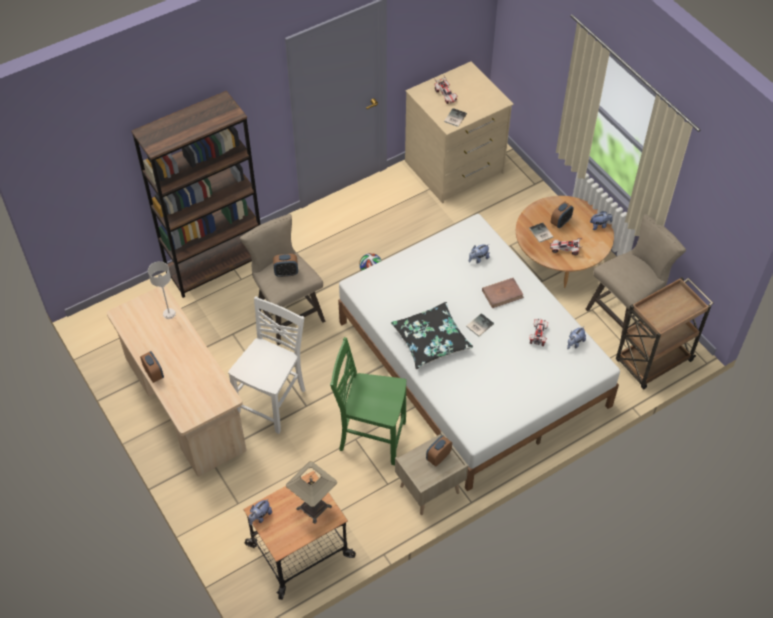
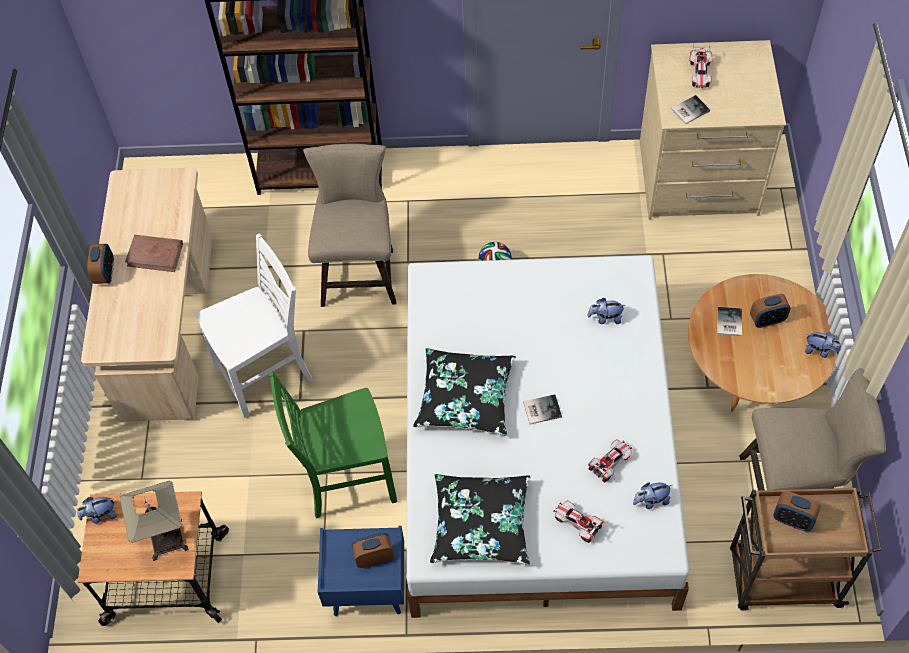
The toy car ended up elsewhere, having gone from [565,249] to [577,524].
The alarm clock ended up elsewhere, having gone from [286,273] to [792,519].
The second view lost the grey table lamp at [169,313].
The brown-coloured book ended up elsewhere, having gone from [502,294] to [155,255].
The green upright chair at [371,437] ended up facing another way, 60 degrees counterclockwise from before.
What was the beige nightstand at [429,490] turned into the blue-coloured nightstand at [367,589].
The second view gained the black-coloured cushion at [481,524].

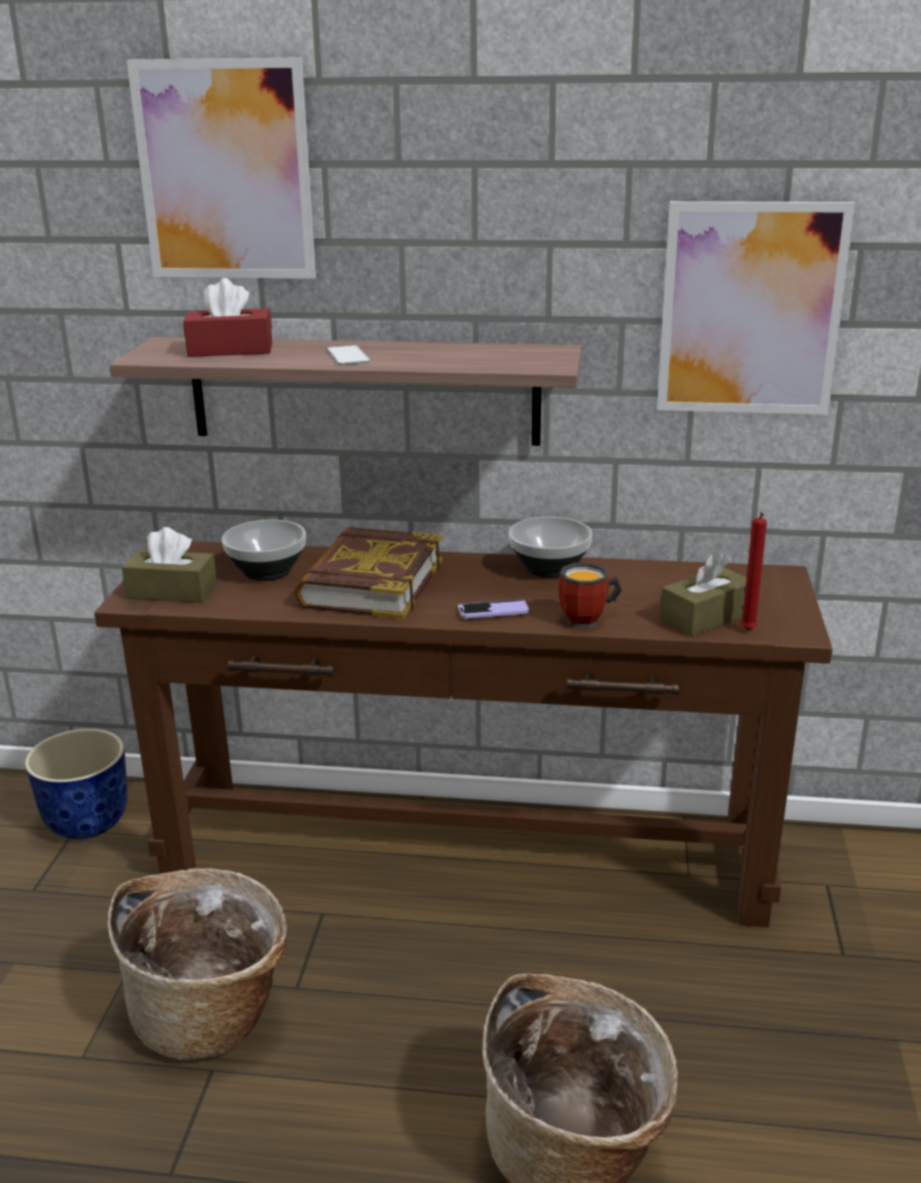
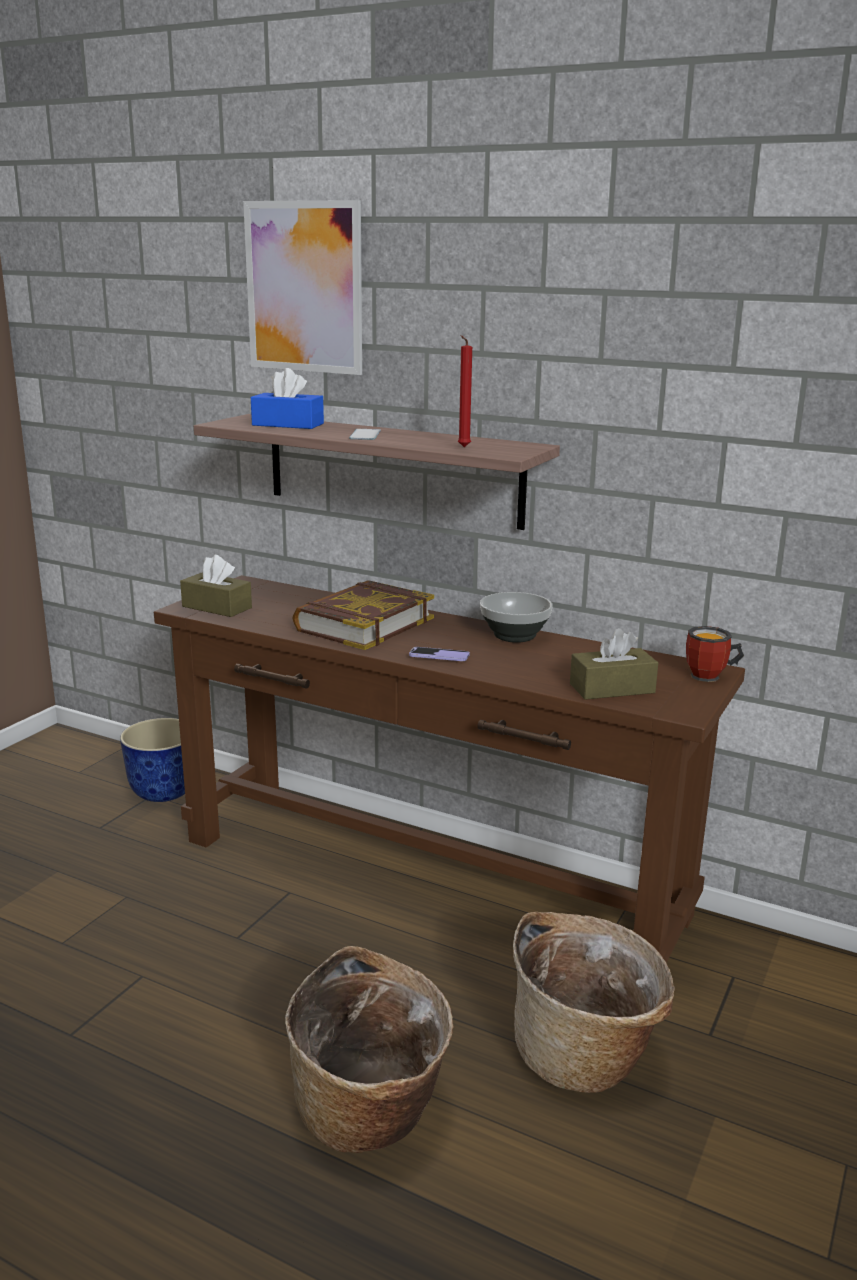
The second view lost the wall picture at [751,310].
What was the reddish tissue holder at [230,350] turned into the blue-coloured tissue holder at [288,424].
The reddish wax light ended up elsewhere, having gone from [747,631] to [462,447].
The second view lost the bowl at [266,572].
The coffee mug ended up elsewhere, having gone from [589,620] to [711,677].
The basket ended up elsewhere, having gone from [211,1015] to [585,1055].

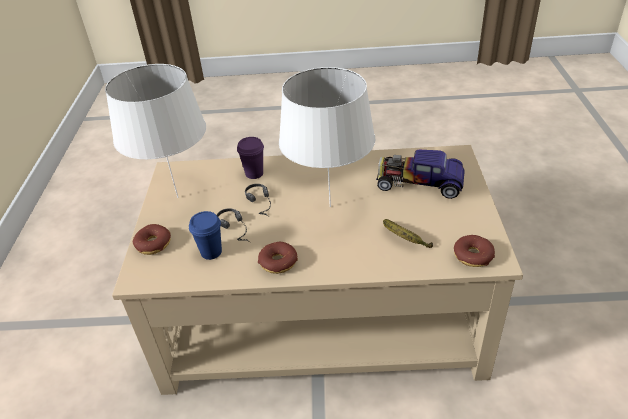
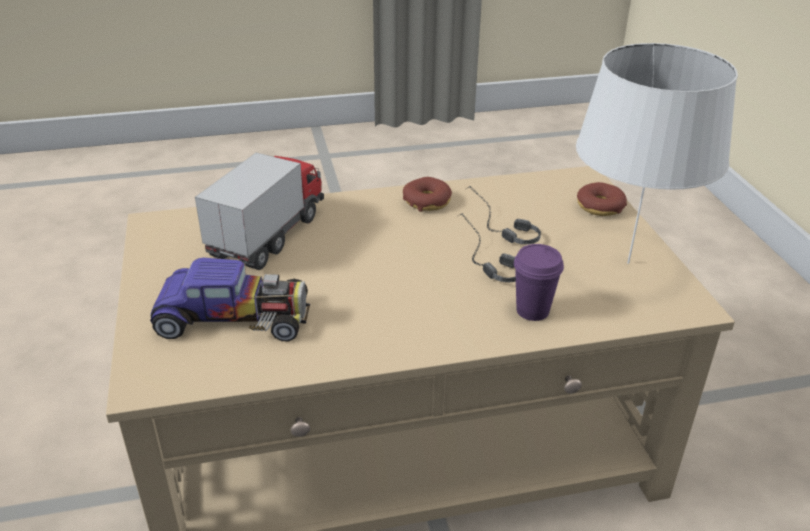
The second view lost the whitish table lamp at [330,205].
The second view lost the blue-coloured small cup at [211,252].
Where the banana stood at [404,239], the toy truck came to stand at [268,235].
The second view lost the donut at [472,256].

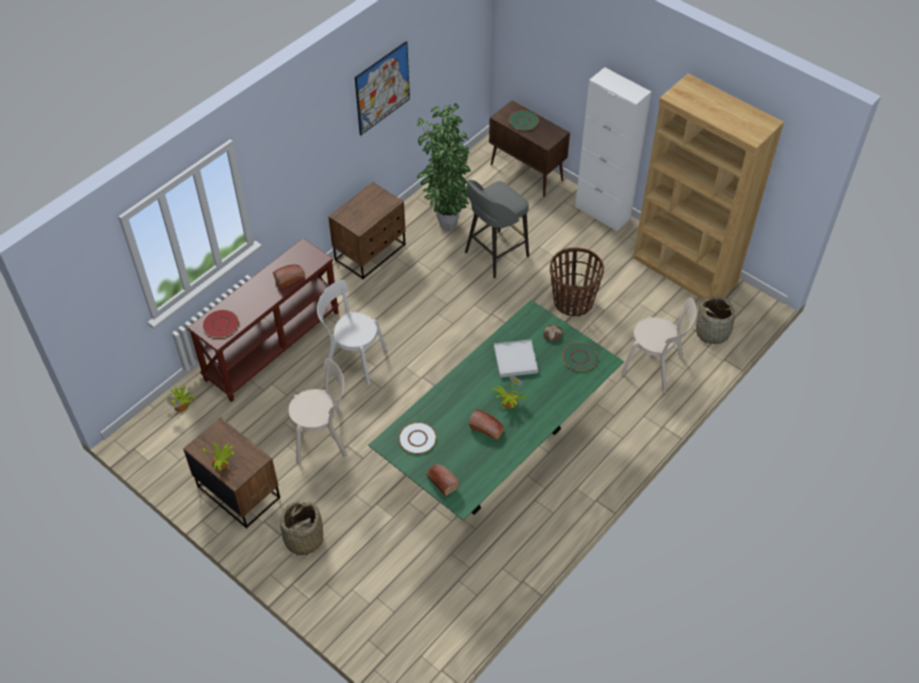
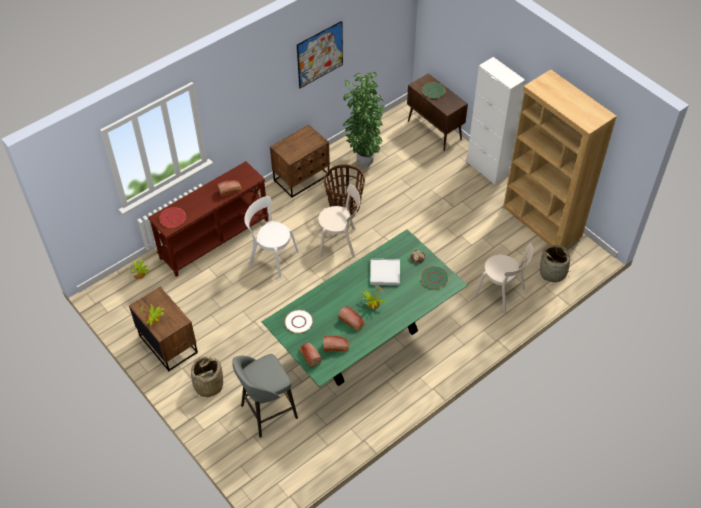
The grey stool seat ended up elsewhere, having gone from [495,255] to [267,412].
The basket ended up elsewhere, having gone from [572,302] to [344,206].
The beige upright chair ended up elsewhere, having gone from [323,437] to [340,242].
The second view gained the bakery bread at [336,347].

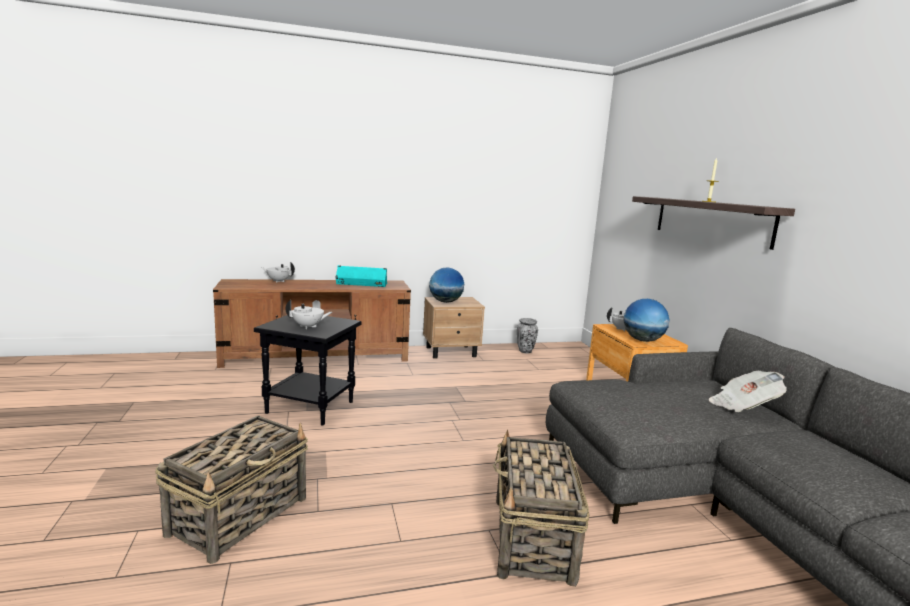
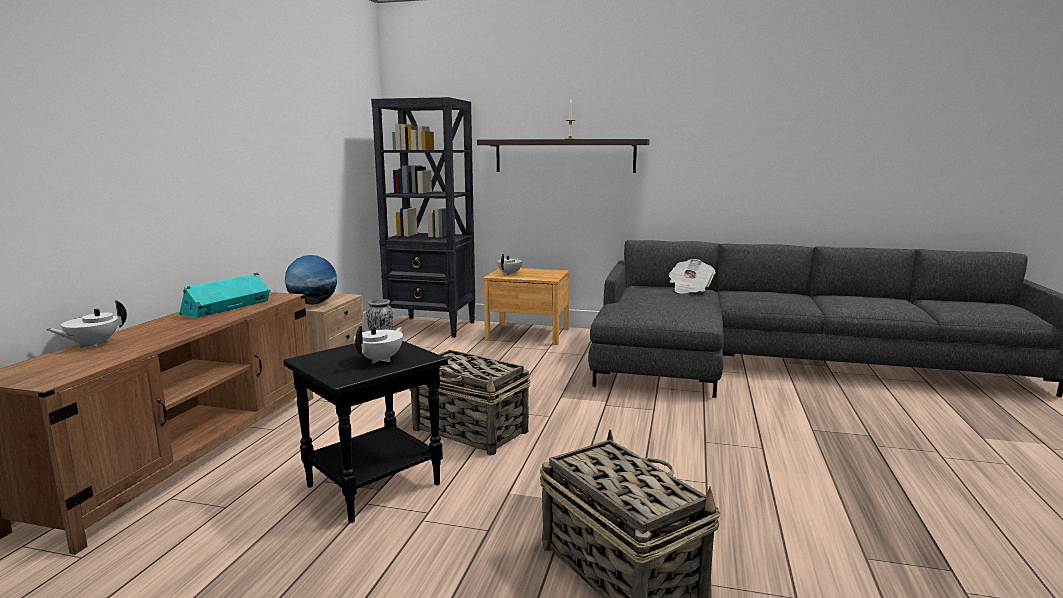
The second view lost the desk globe at [642,340].
The basket ended up elsewhere, having gone from [532,540] to [471,431].
The second view gained the black-coloured bookshelf at [432,327].

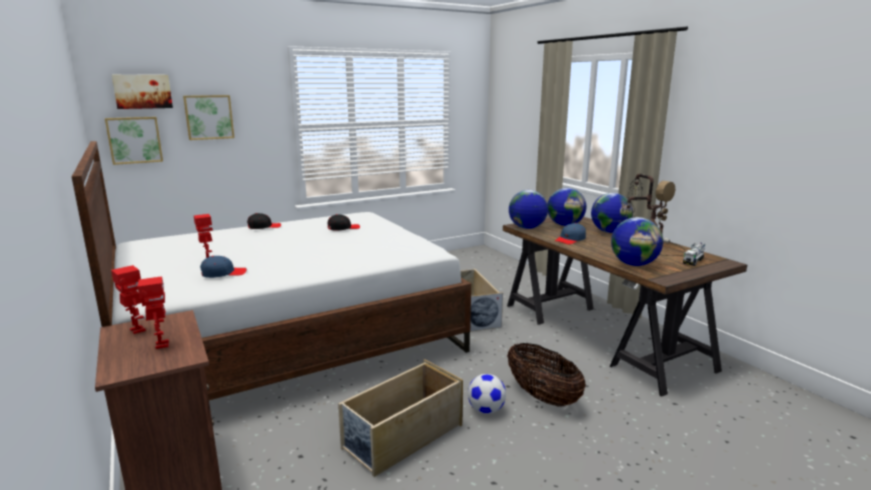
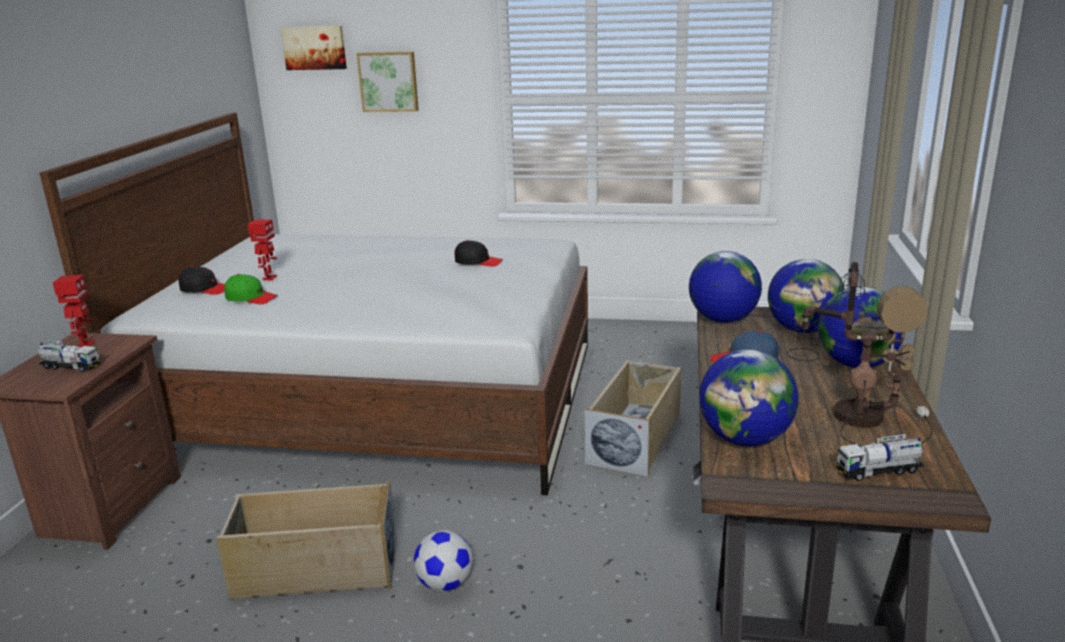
The second view lost the wall picture at [134,140].
The black-coloured peaked cap ended up elsewhere, having gone from [264,227] to [205,289].
What was the blue-coloured peaked cap at [223,273] turned into the green peaked cap at [251,298].
Where the model robot stood at [161,345], the toy truck came to stand at [71,367].
The second view lost the basket at [542,396].

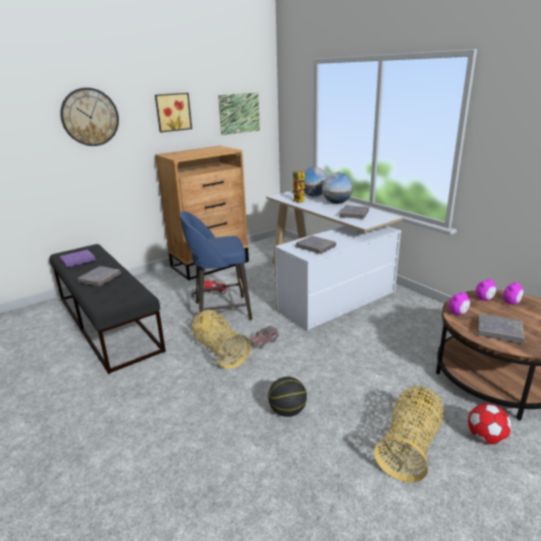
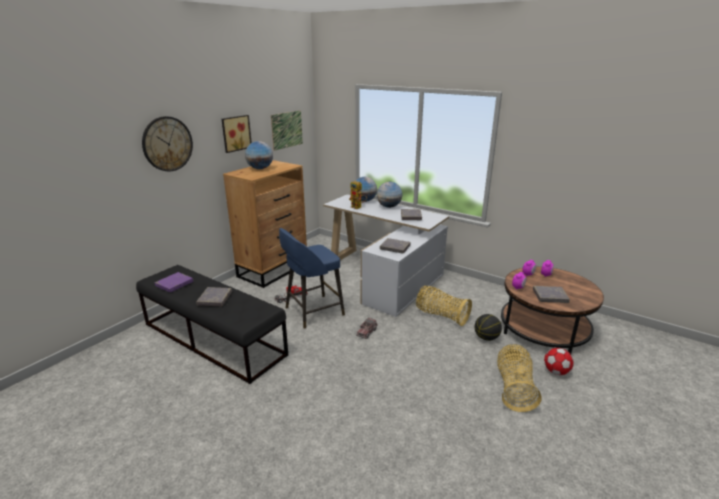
The basket ended up elsewhere, having gone from [220,351] to [441,315].
The ball for basketball ended up elsewhere, having gone from [288,411] to [486,338].
The second view gained the desk globe at [260,168].

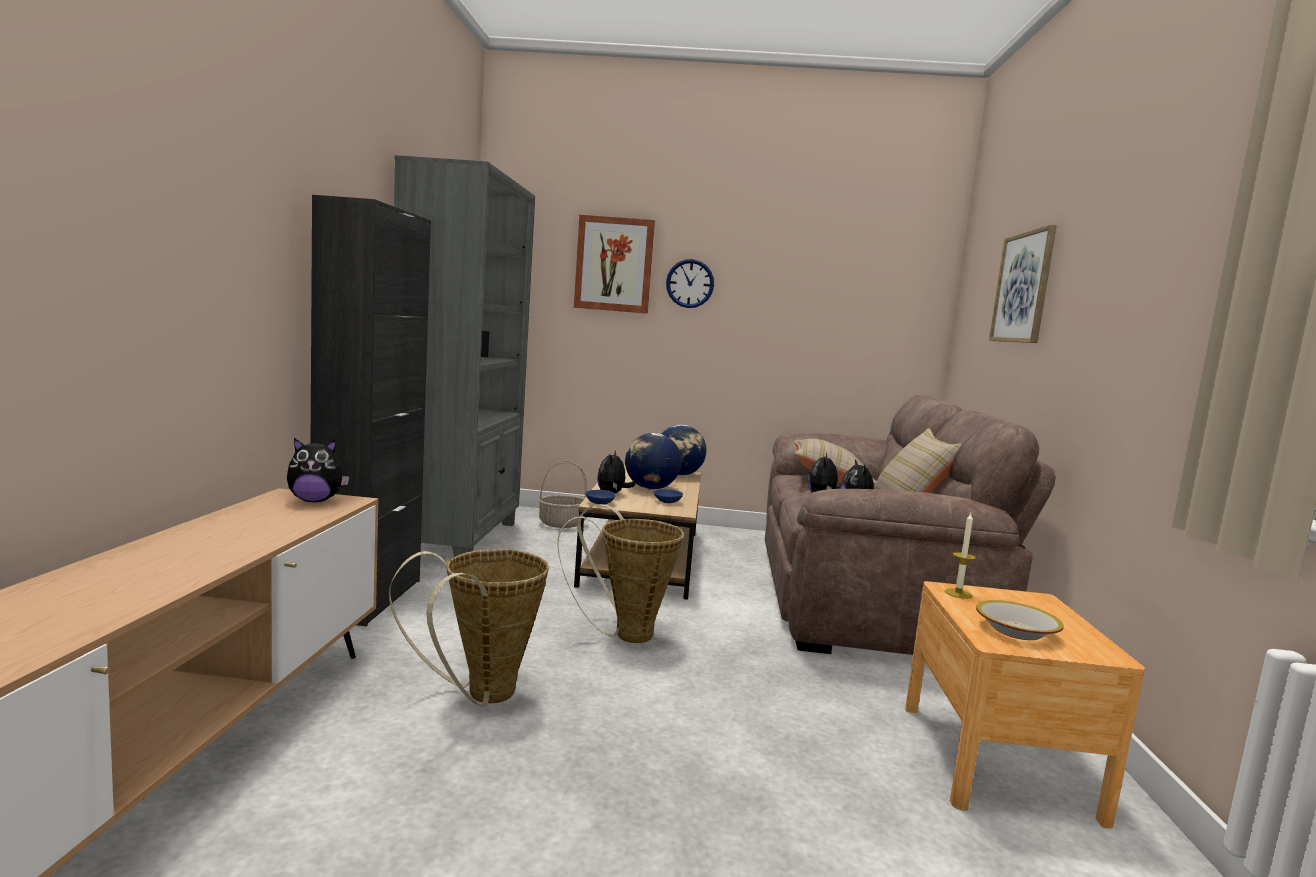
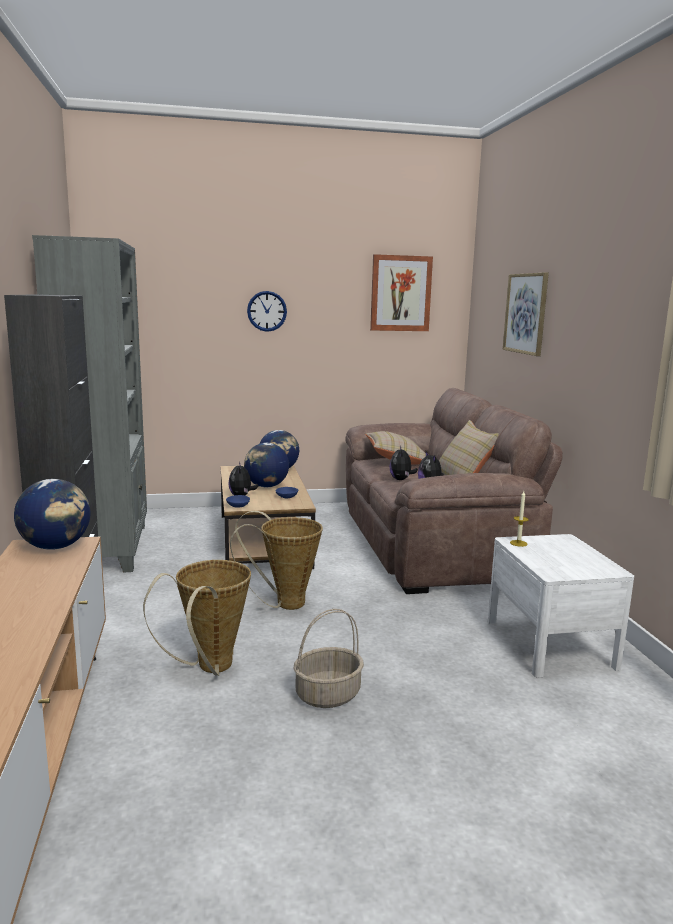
The wall picture ended up elsewhere, having gone from [614,264] to [400,293].
Where the cuddly toy stood at [315,501], the desk globe came to stand at [56,547].
The basket ended up elsewhere, having gone from [562,523] to [328,694].
What was the brown-coloured nightstand at [996,760] turned into the whitish nightstand at [550,643].
The second view lost the bowl at [1015,630].

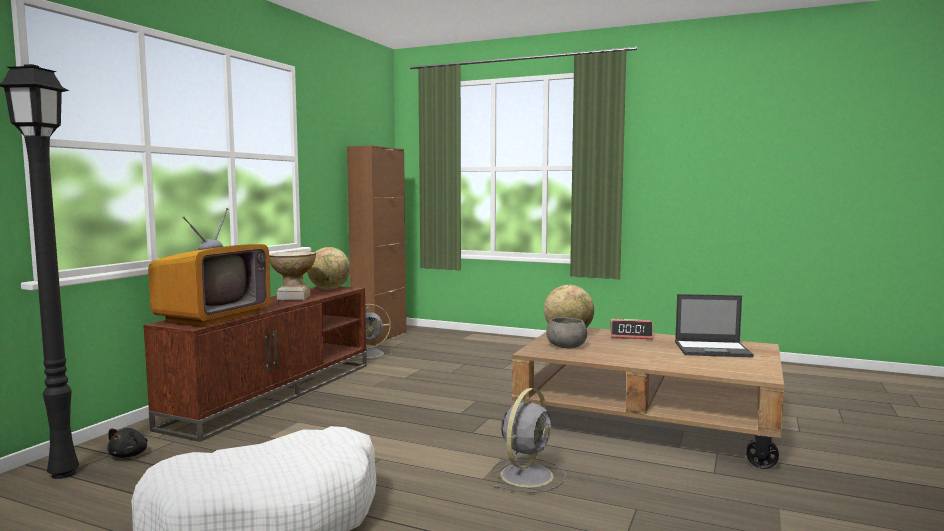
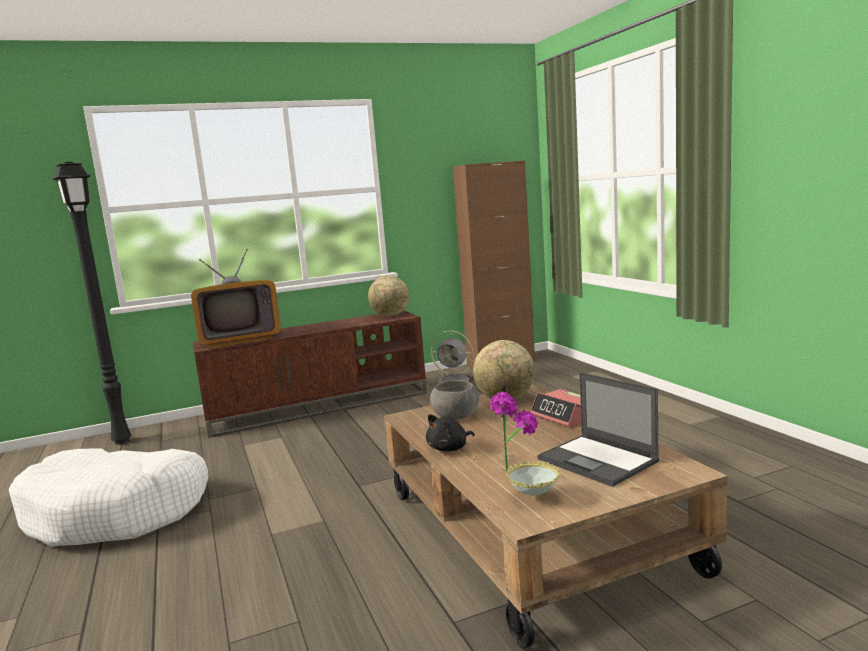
The second view lost the vase at [293,298].
The second view lost the grey electric fan at [528,474].
The black-coloured cuddly toy ended up elsewhere, having gone from [129,455] to [449,448].
The second view gained the plant in a pot at [513,466].
The second view gained the bowl at [534,498].

